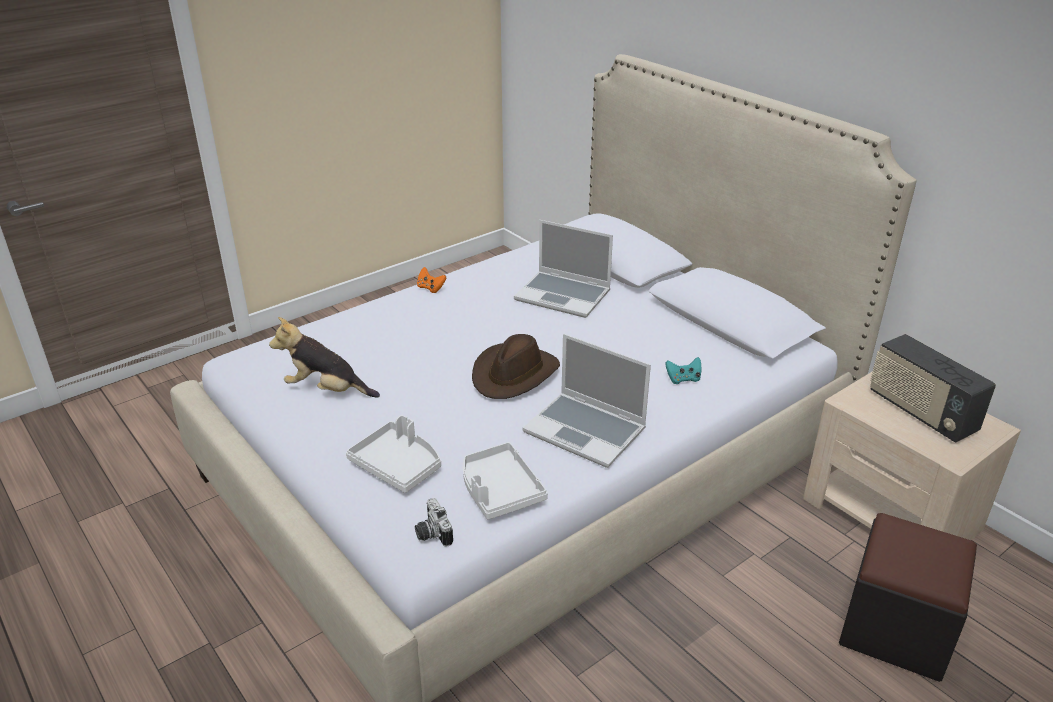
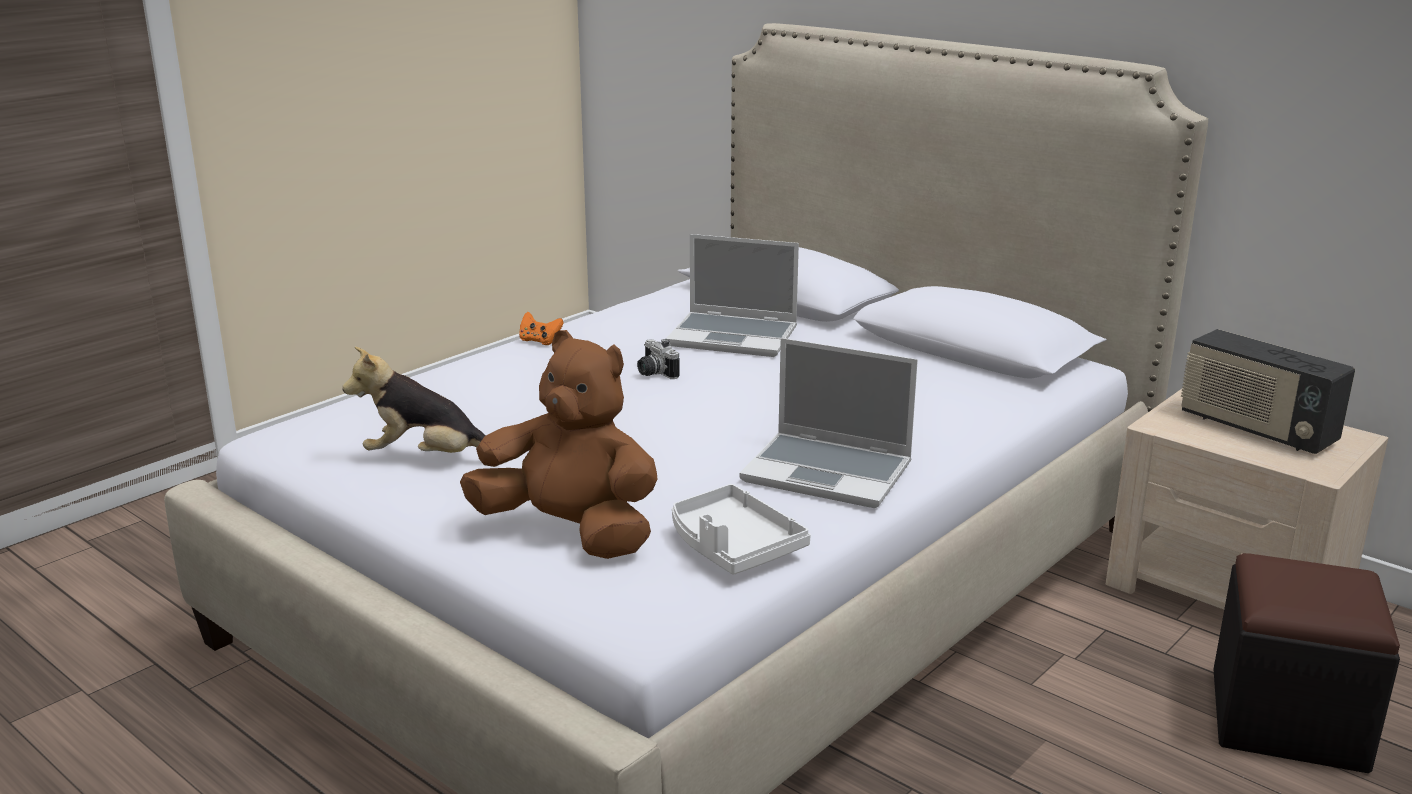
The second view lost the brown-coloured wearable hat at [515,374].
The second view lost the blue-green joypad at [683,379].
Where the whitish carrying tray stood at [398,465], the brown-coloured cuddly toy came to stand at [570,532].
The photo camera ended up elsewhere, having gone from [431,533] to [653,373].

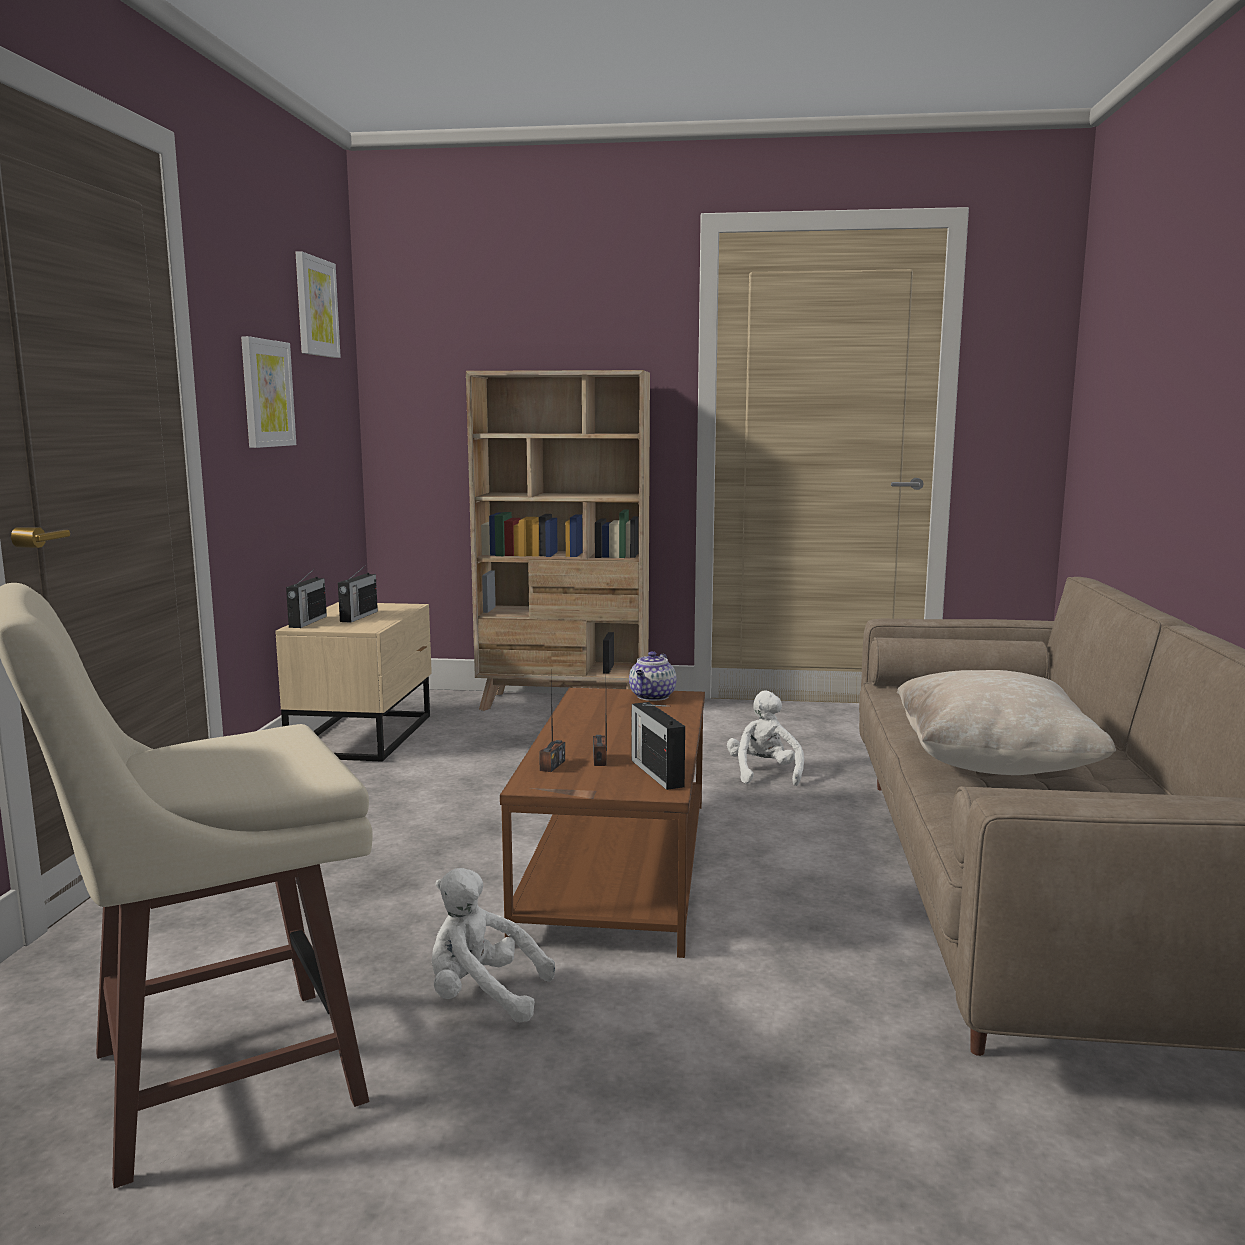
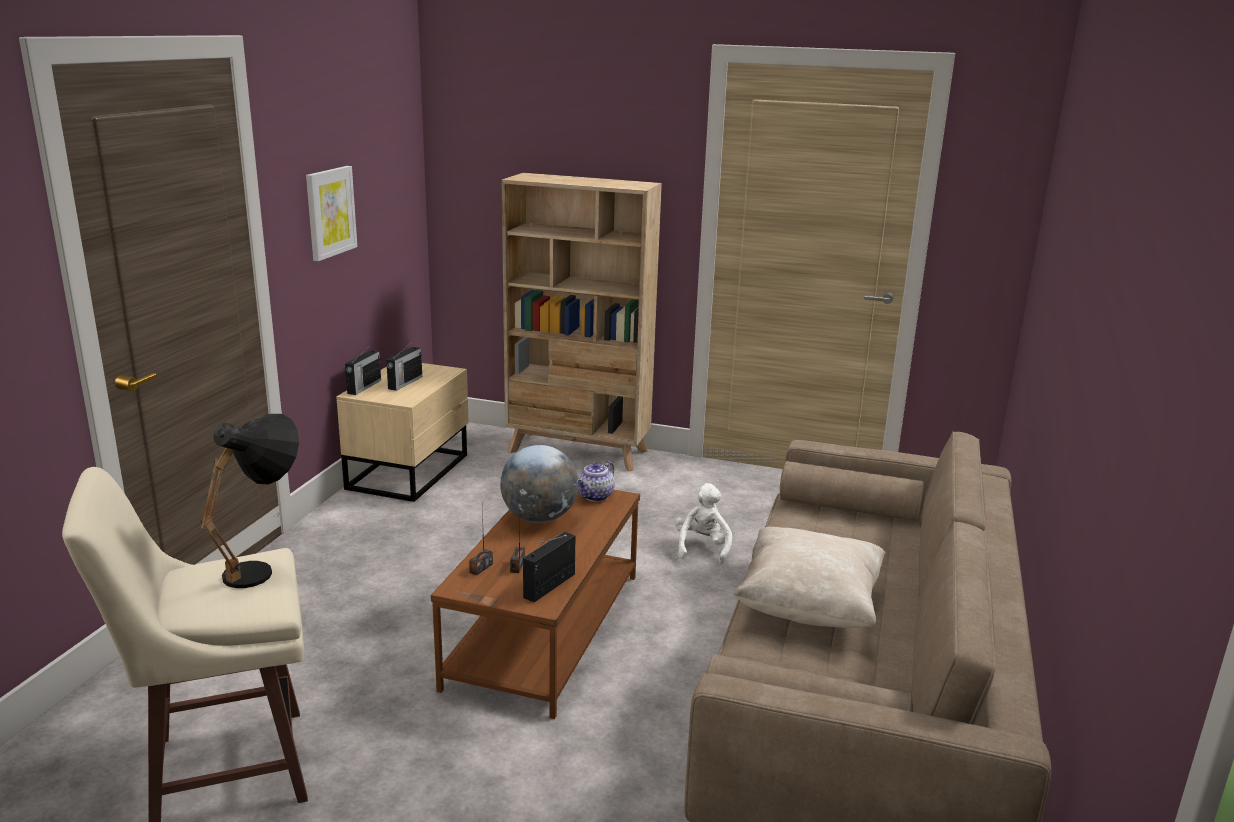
The second view lost the wall picture at [315,307].
The radio set at [656,772] ended up facing another way, 45 degrees clockwise from before.
The second view lost the whitish cuddly toy at [482,996].
The second view gained the black-coloured table lamp at [264,569].
The second view gained the desk globe at [539,518].

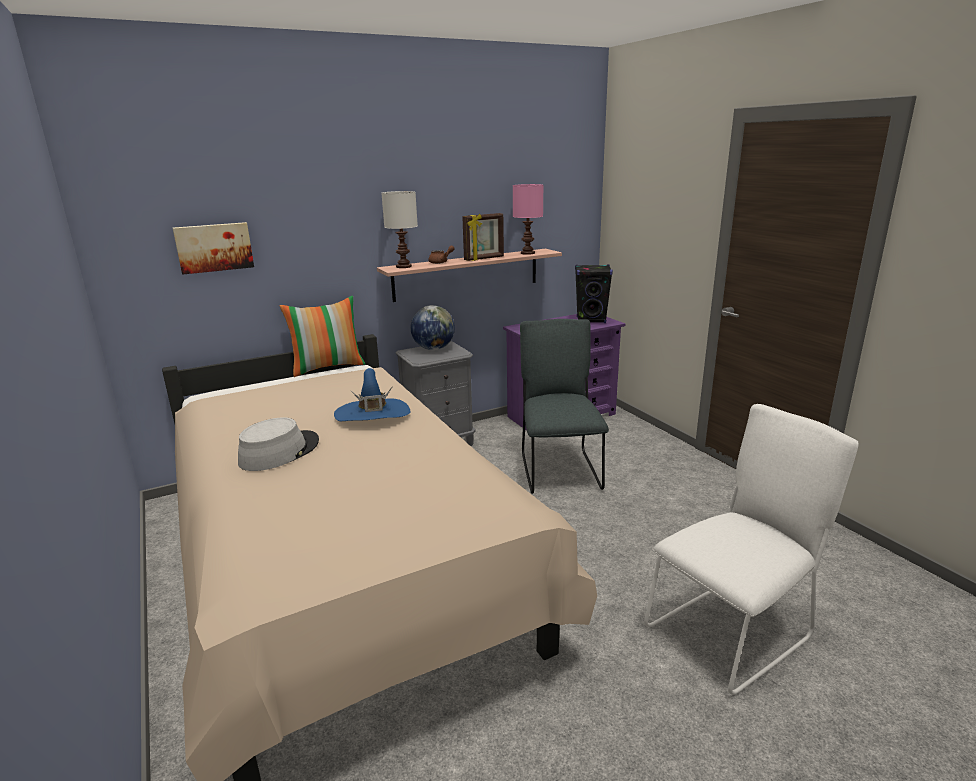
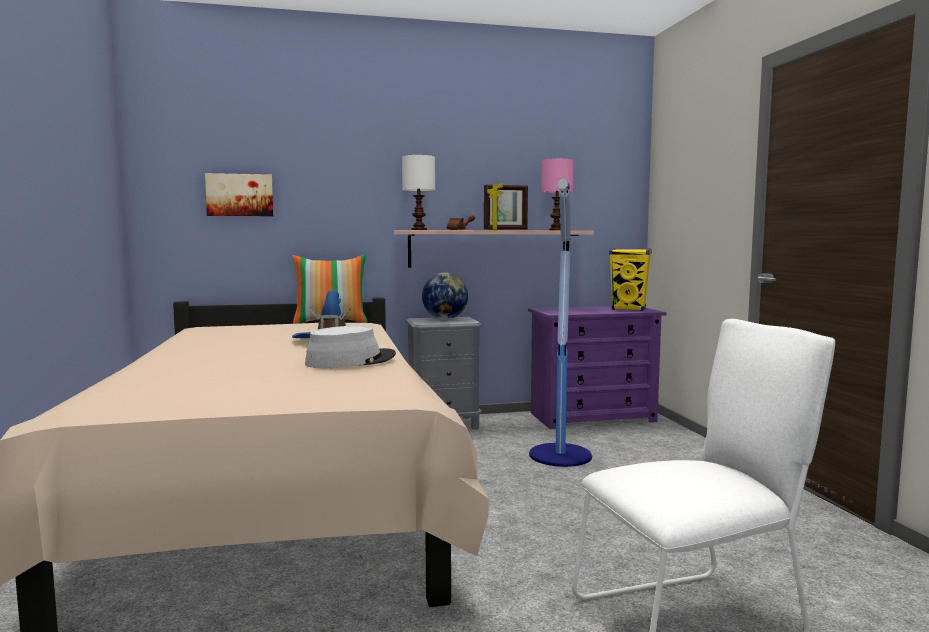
What was the black-coloured speaker at [591,320] turned into the yellow speaker at [629,309].
Where the grey upright chair stood at [559,469], the standing lamp came to stand at [560,456].
The grey wearable hat ended up elsewhere, having gone from [279,452] to [351,360].

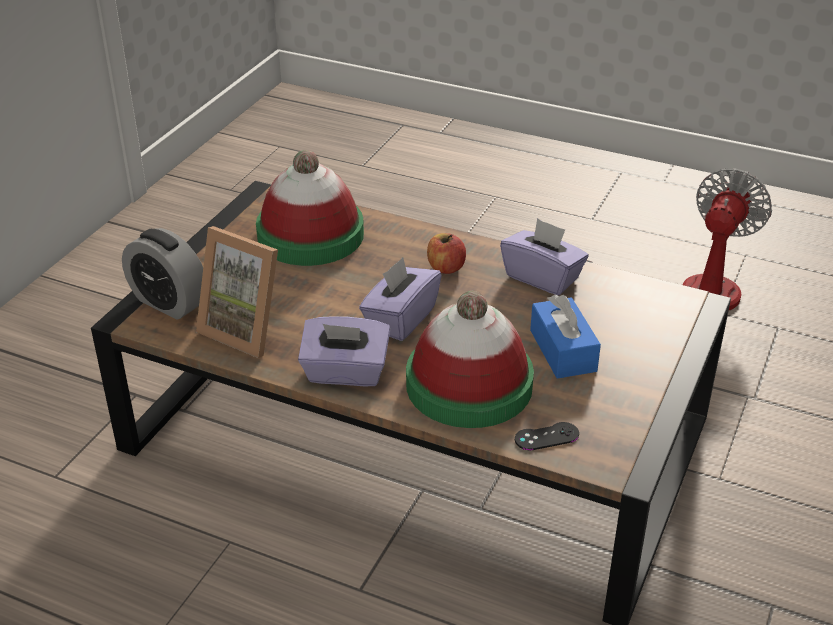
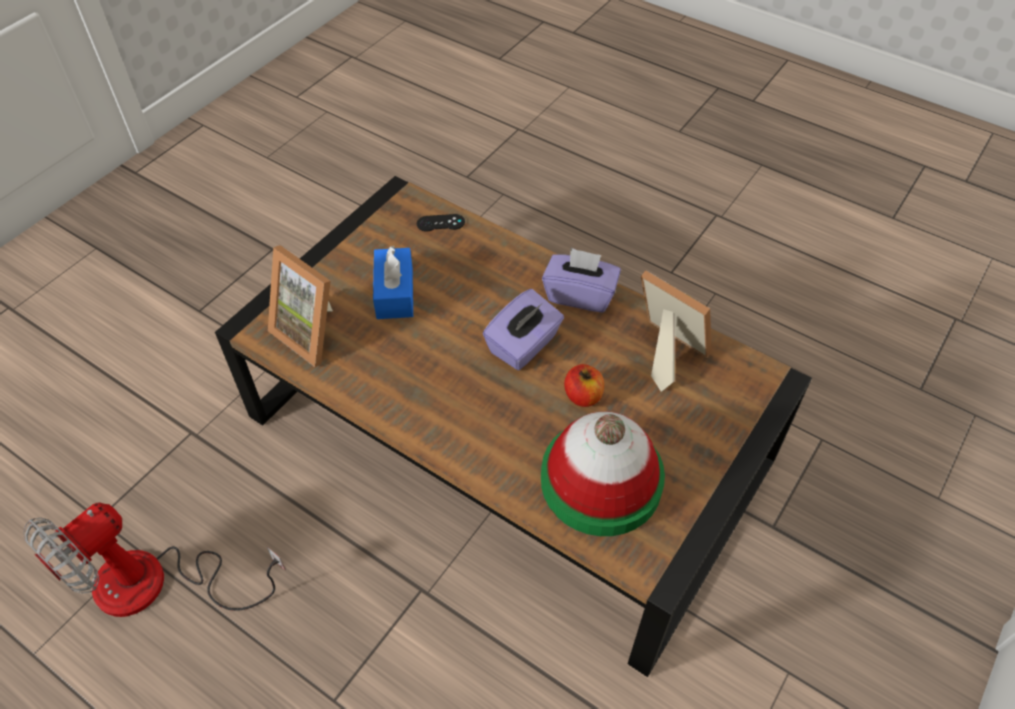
The second view lost the purple-coloured tissue holder at [542,277].
The second view lost the alarm clock at [169,302].
The apple ended up elsewhere, having gone from [445,268] to [583,396].
The second view lost the wearable hat at [469,385].
The second view gained the standing frame at [313,332].

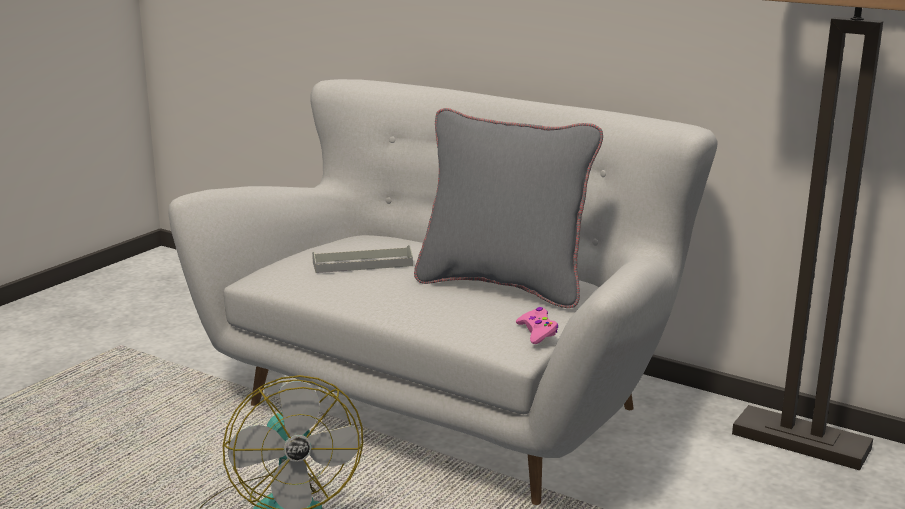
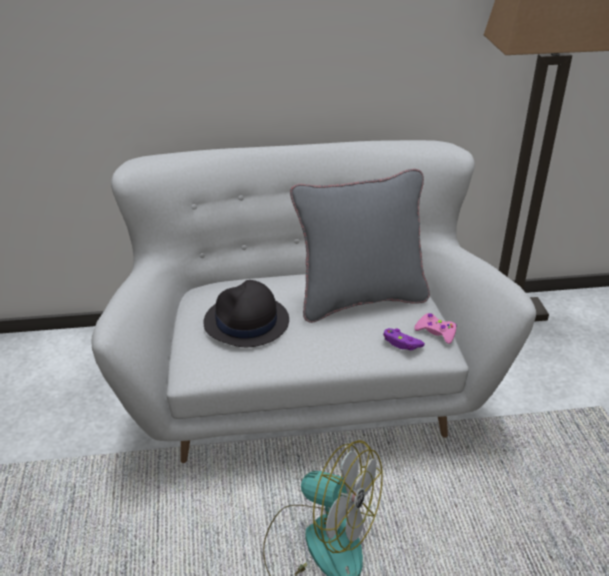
Where the grey carrying tray stood at [362,264], the black-coloured wearable hat came to stand at [246,322].
The second view gained the purple-coloured joypad at [401,343].

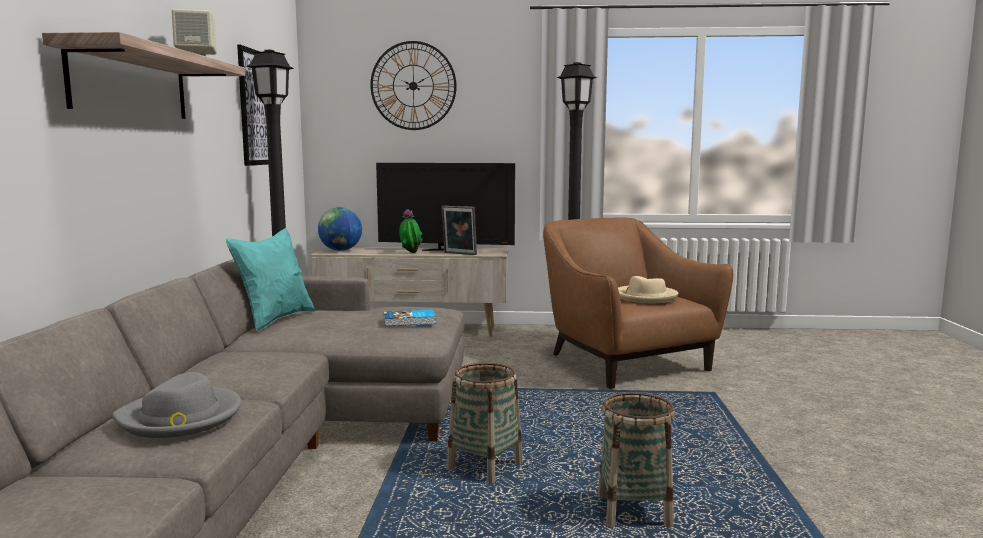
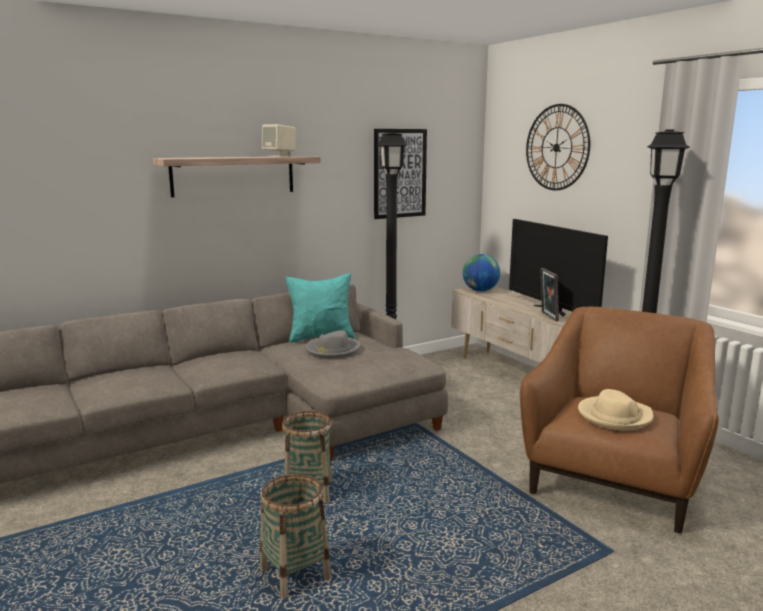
The second view lost the plant in a pot at [410,253].
The second view lost the book at [410,321].
The grey wearable hat ended up elsewhere, having gone from [181,417] to [332,350].

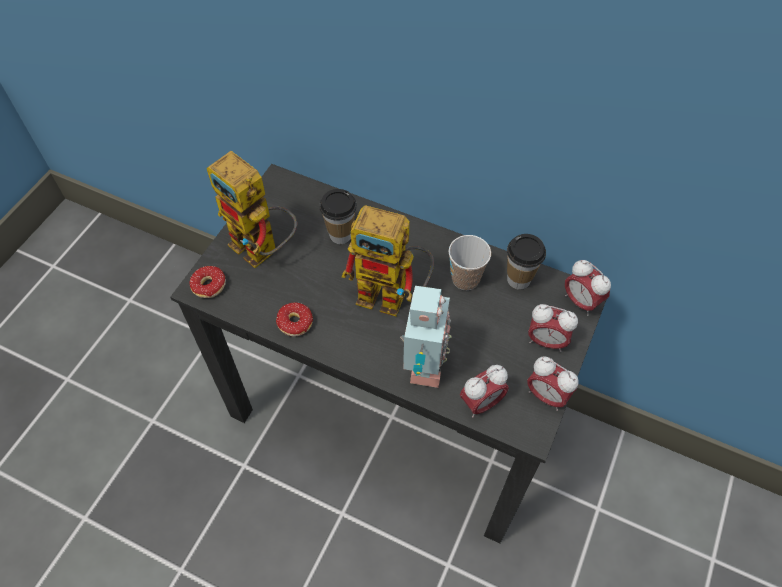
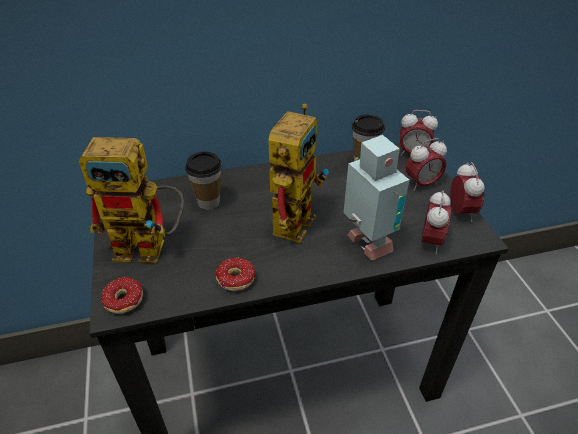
The model robot at [393,297] ended up facing another way, 45 degrees counterclockwise from before.
The second view lost the small cup at [465,279].
The alarm clock at [546,396] ended up facing another way, 90 degrees counterclockwise from before.

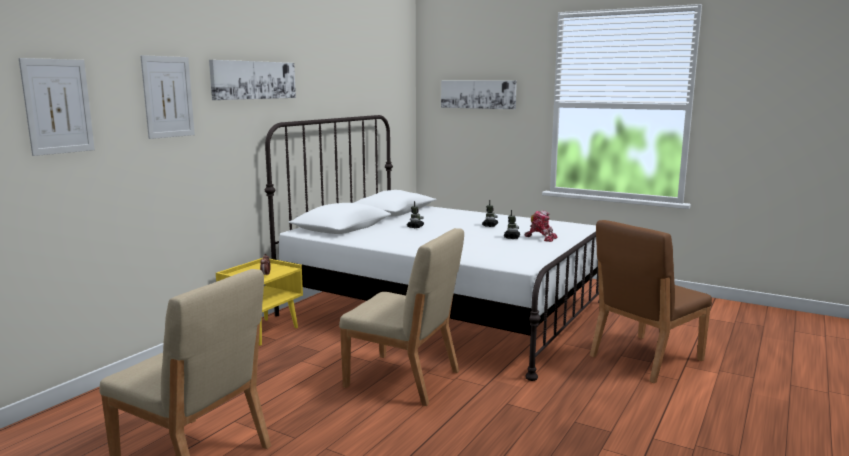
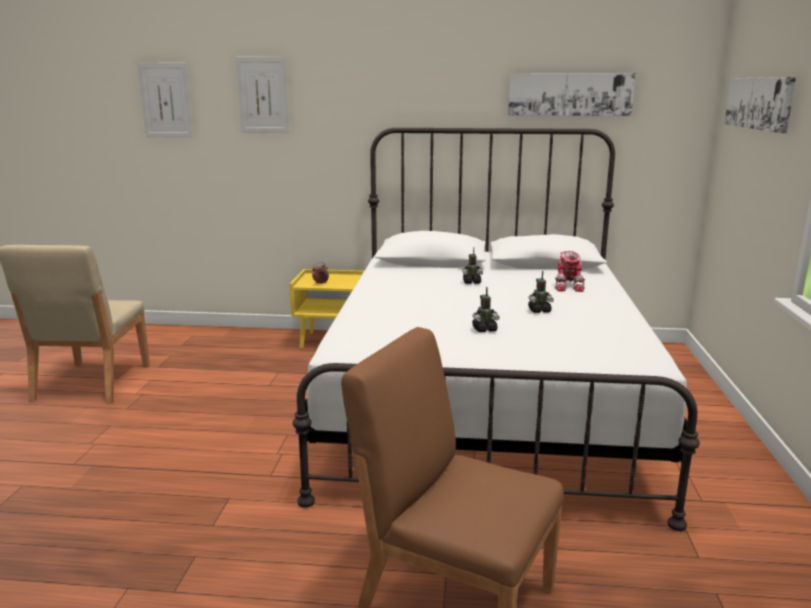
The wall picture ended up elsewhere, having gone from [253,80] to [570,94].
The model robot ended up elsewhere, having gone from [541,238] to [568,286].
The second view lost the beige upright chair at [403,379].

